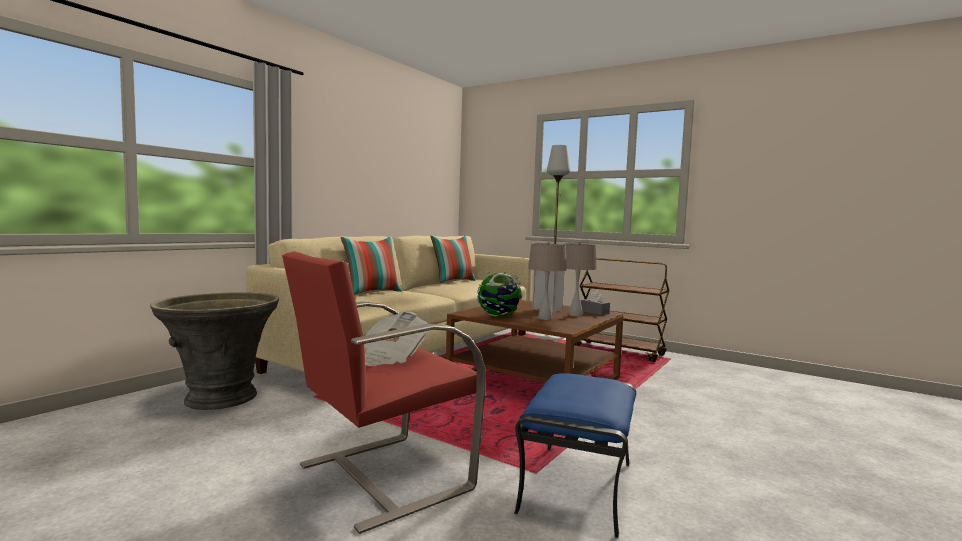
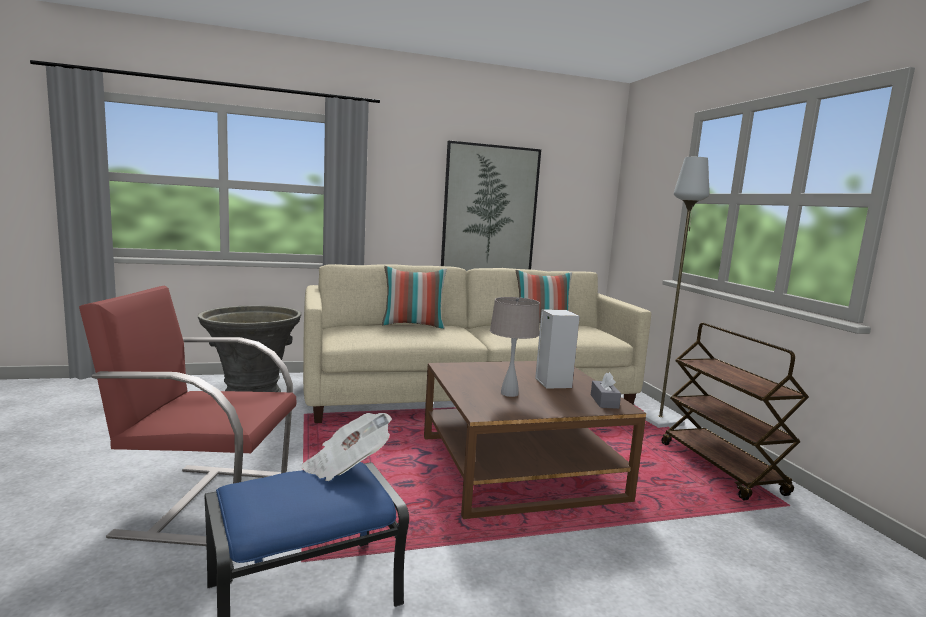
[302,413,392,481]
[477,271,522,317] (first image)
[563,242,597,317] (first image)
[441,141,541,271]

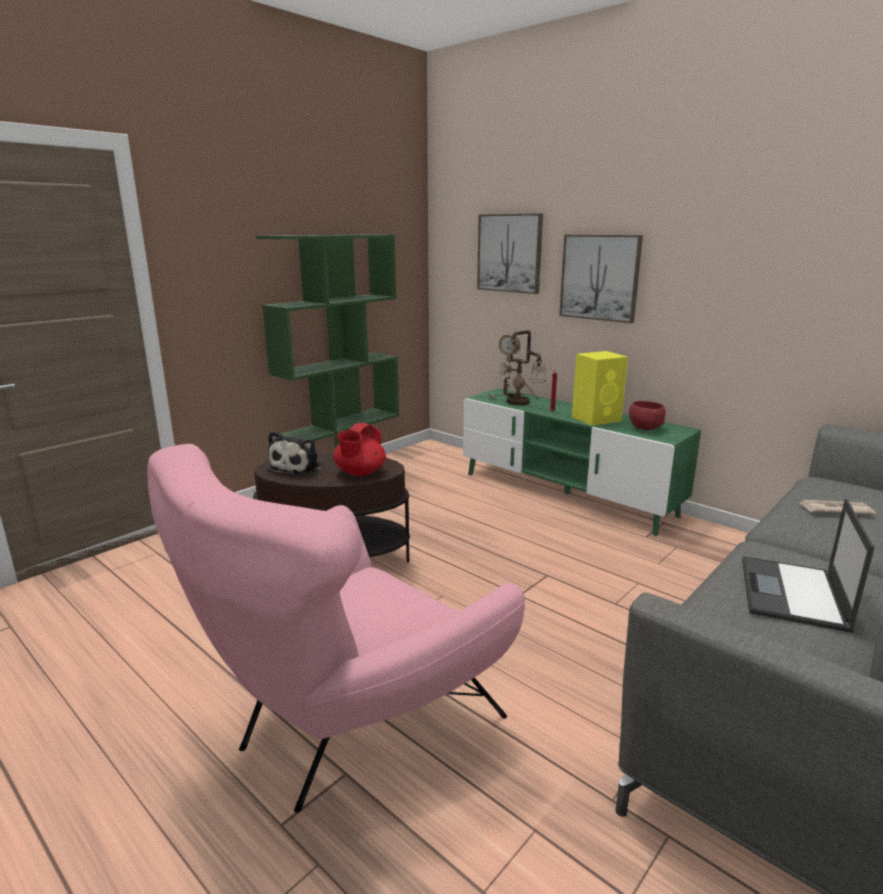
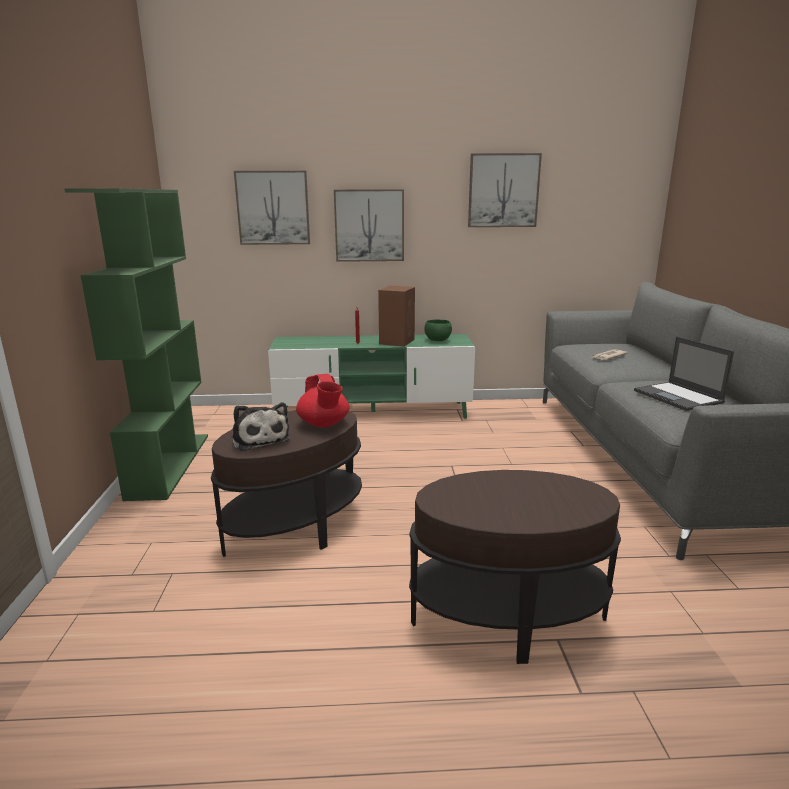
[409,470,621,664]
[488,330,546,406] (first image)
[378,286,415,347]
[424,320,452,341]
[468,153,542,227]

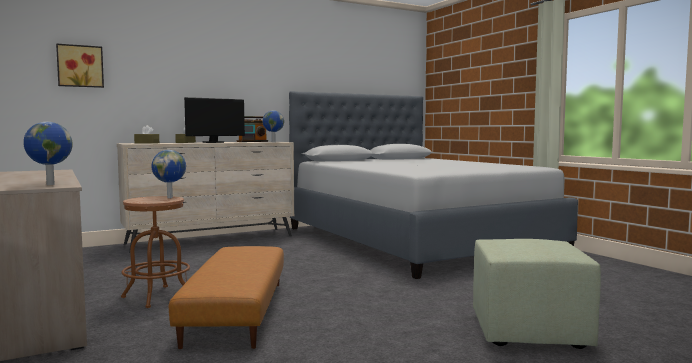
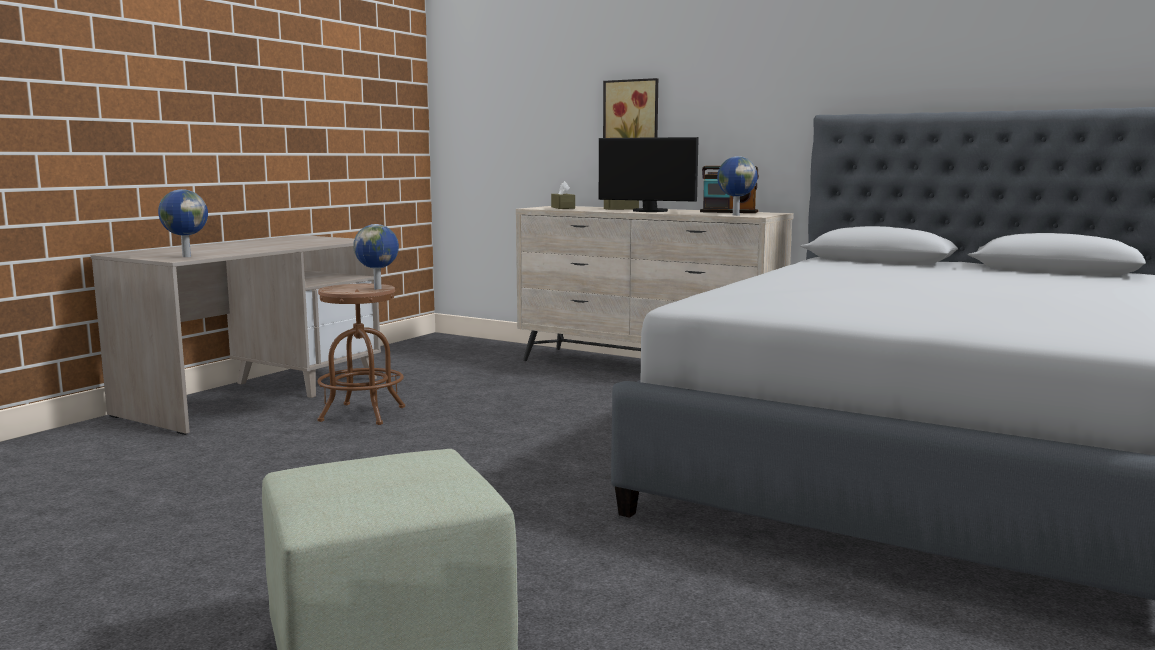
[603,78,658,138]
[169,246,284,349] (first image)

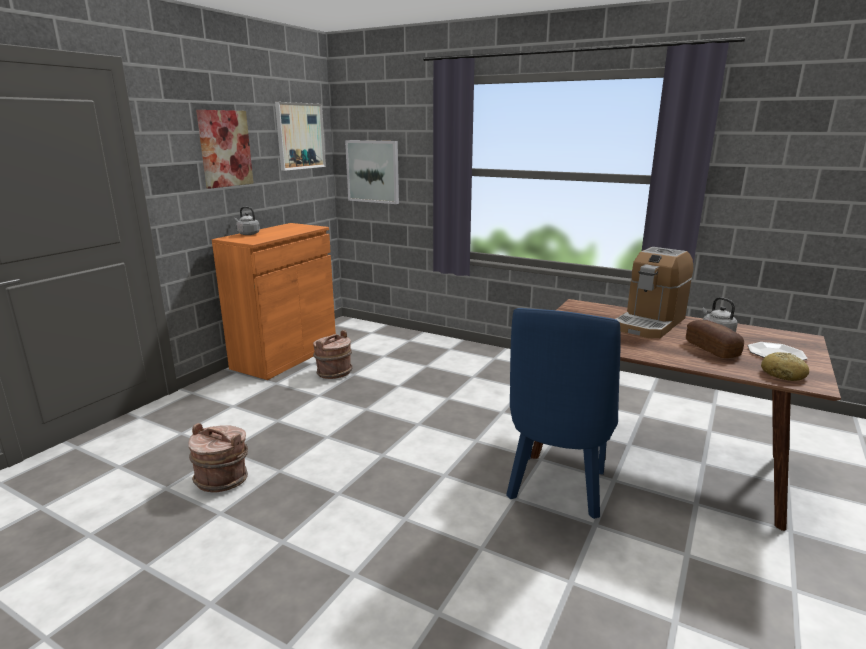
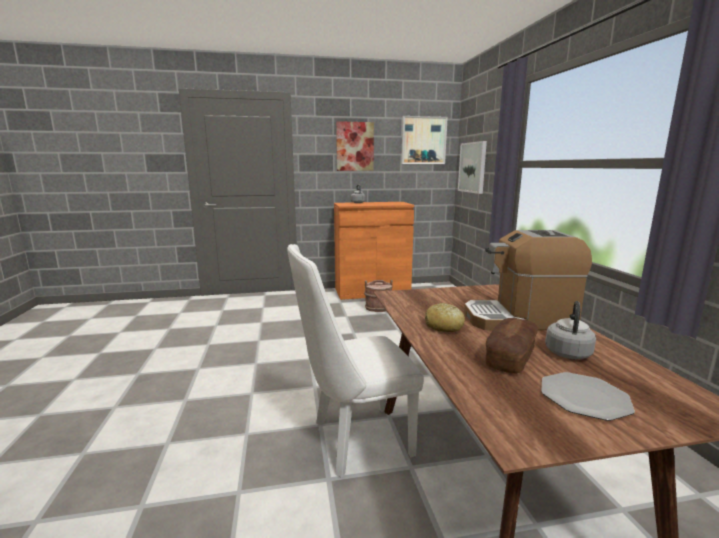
[188,423,248,493] (first image)
[287,244,424,478]
[425,303,465,332]

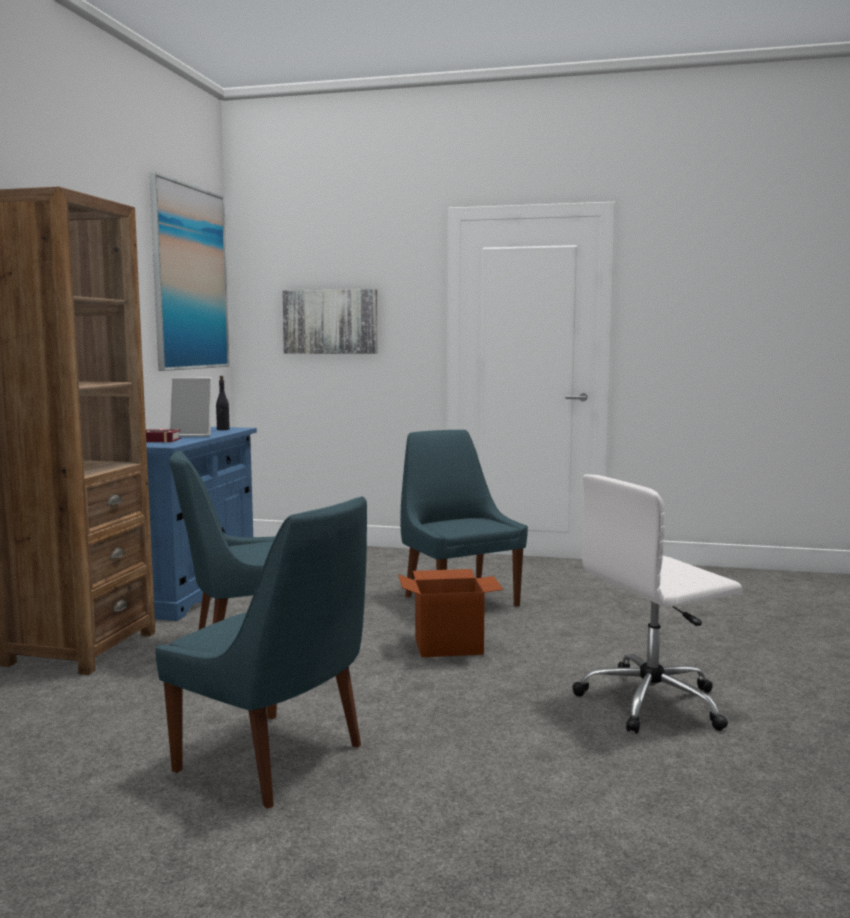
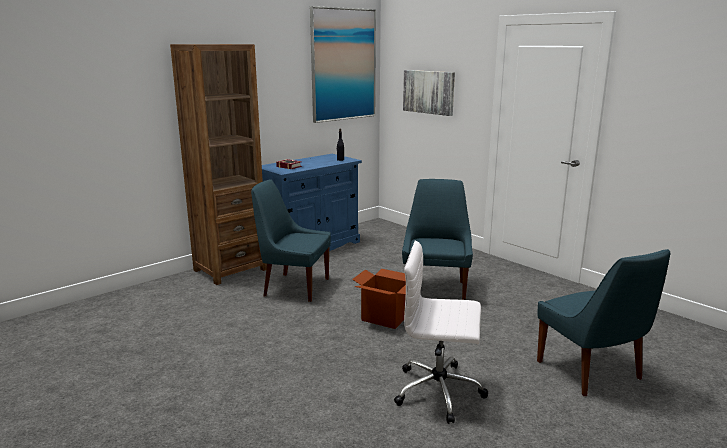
[537,249,670,396]
[168,378,212,437] (first image)

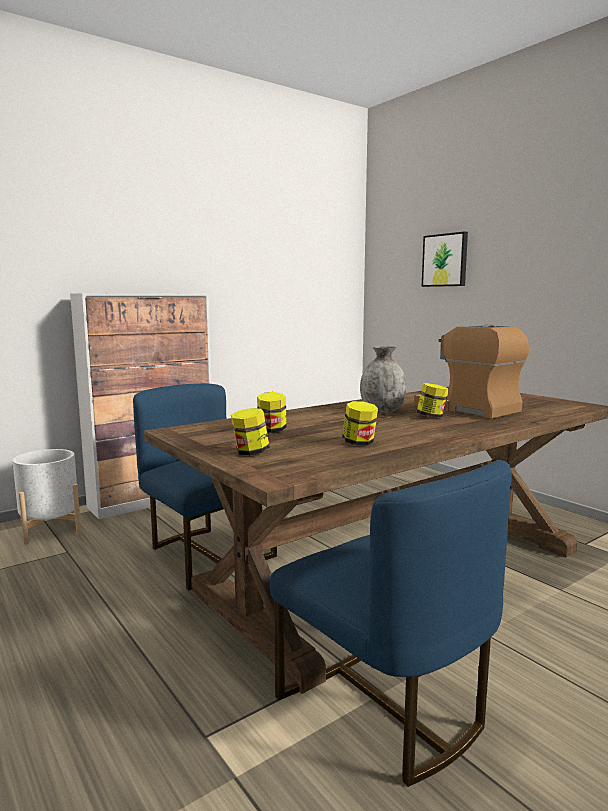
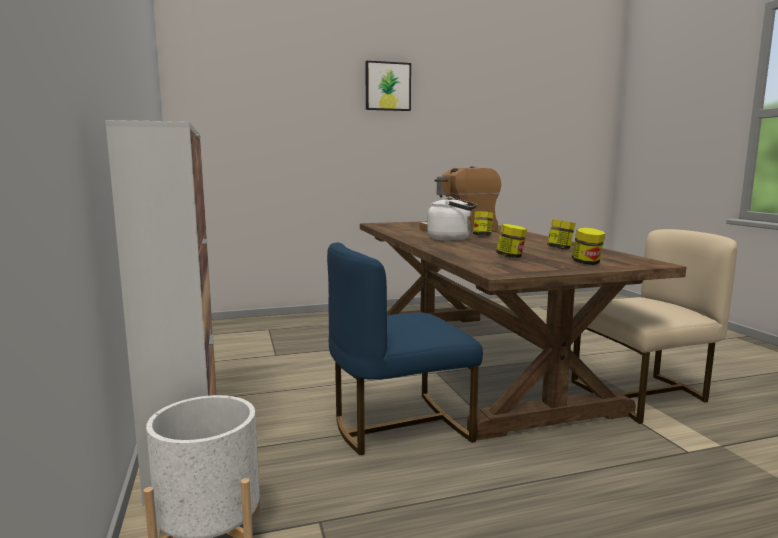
[571,229,737,424]
[427,196,477,241]
[365,61,411,111]

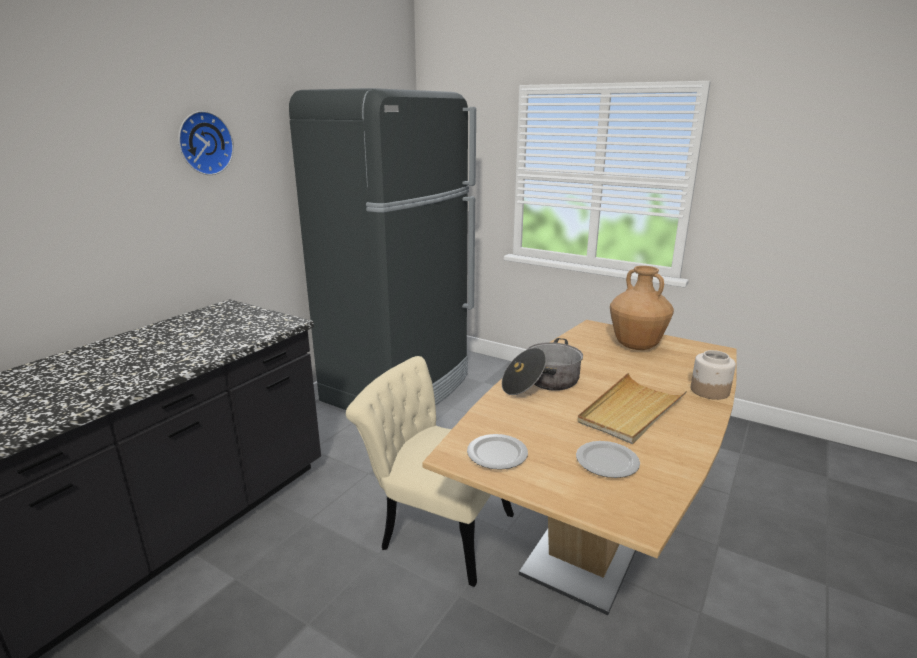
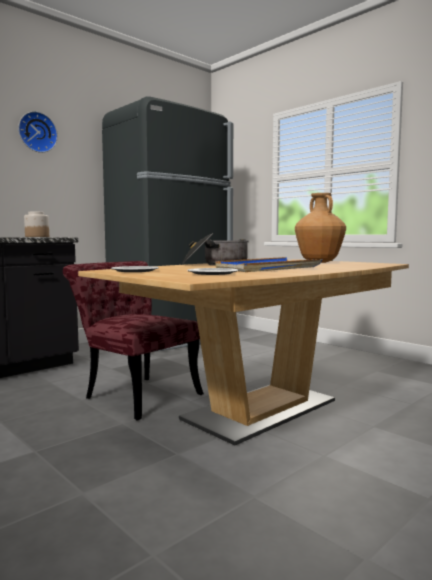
[63,261,204,421]
[215,257,322,272]
[24,211,49,237]

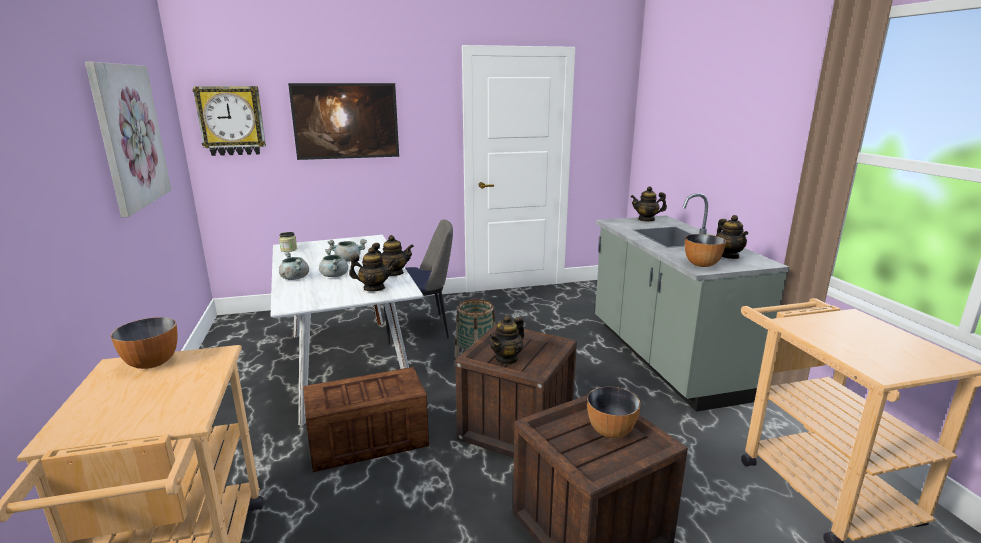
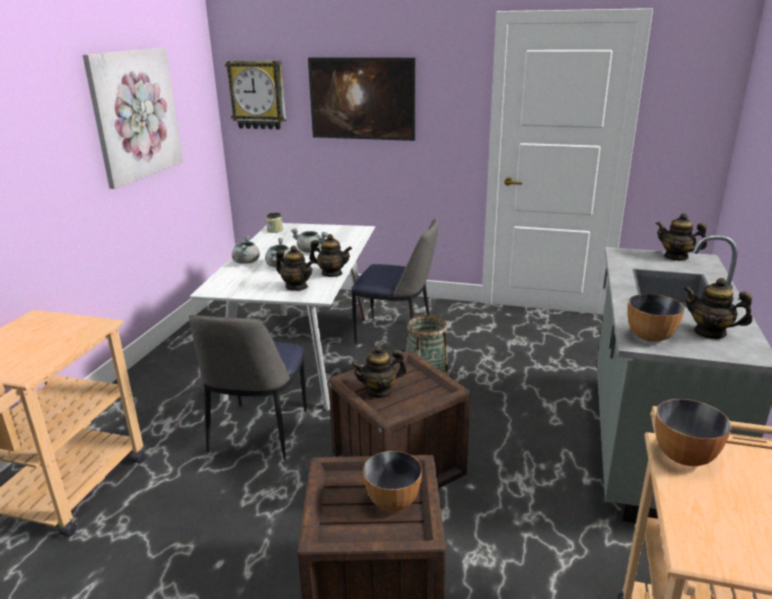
[655,399,731,466]
[189,315,307,460]
[684,278,753,339]

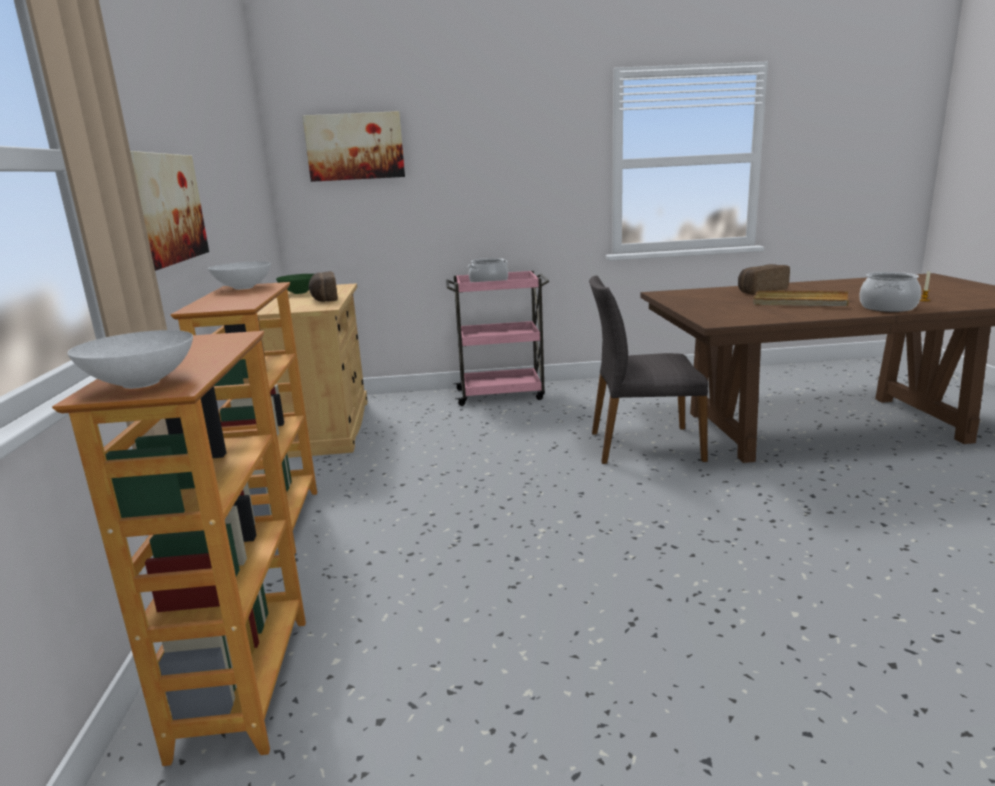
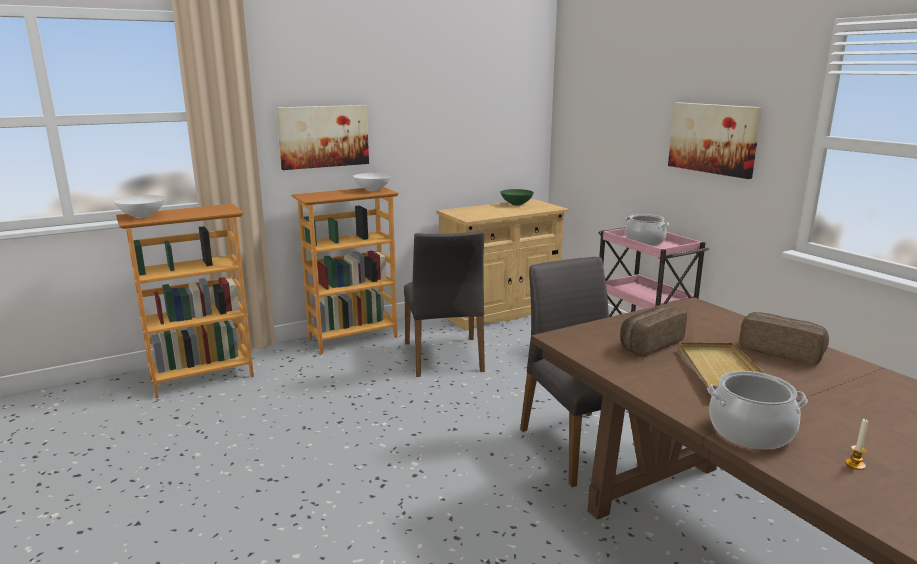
[668,102,762,179]
[620,306,687,357]
[404,230,485,377]

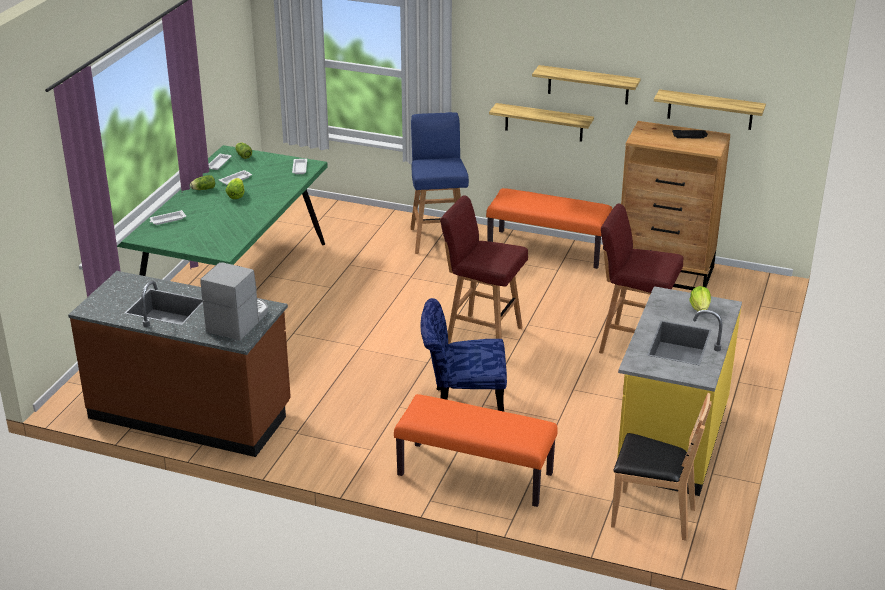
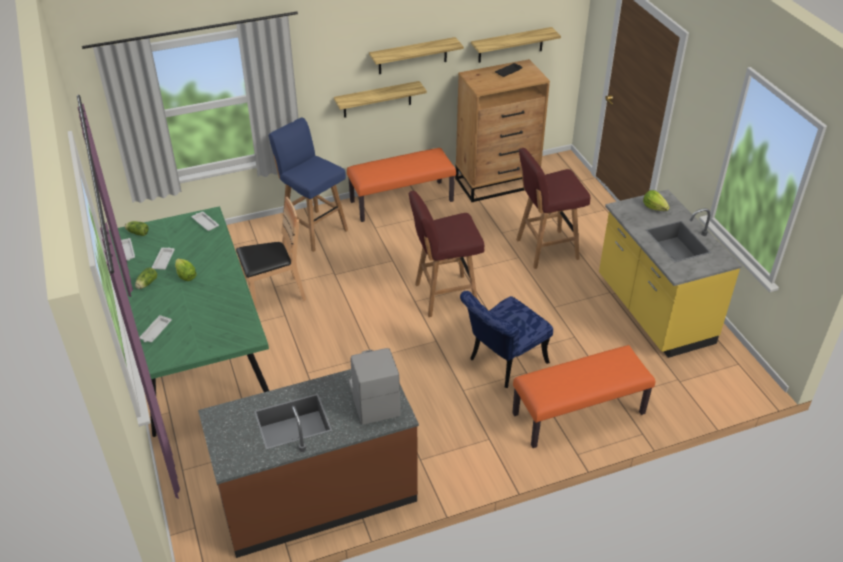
[236,197,306,311]

